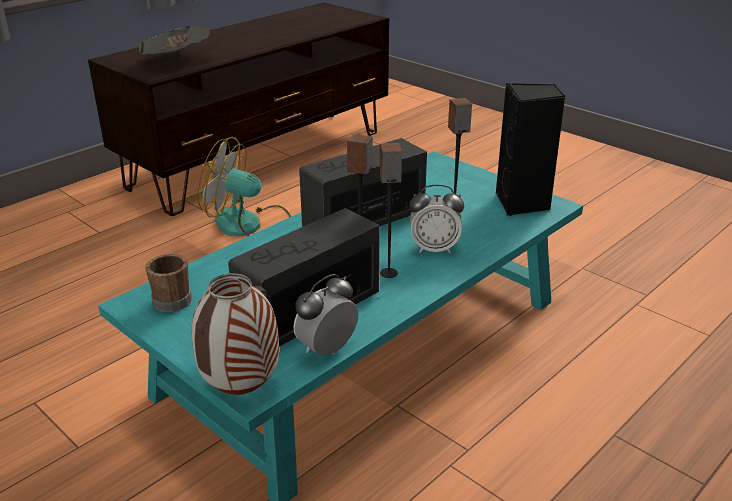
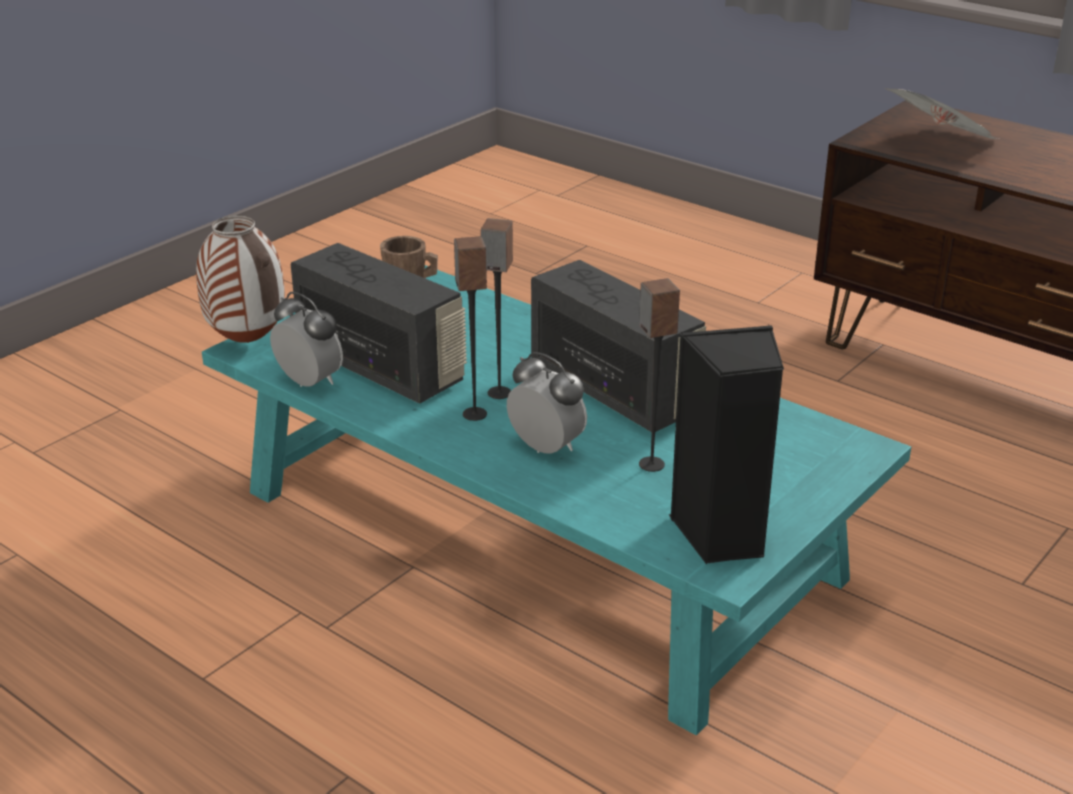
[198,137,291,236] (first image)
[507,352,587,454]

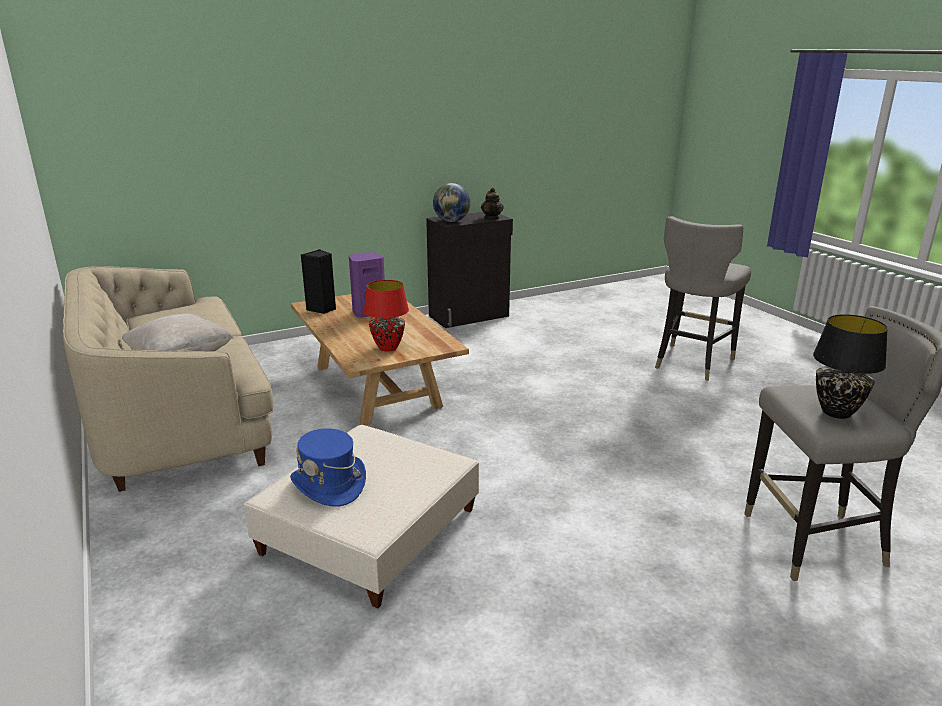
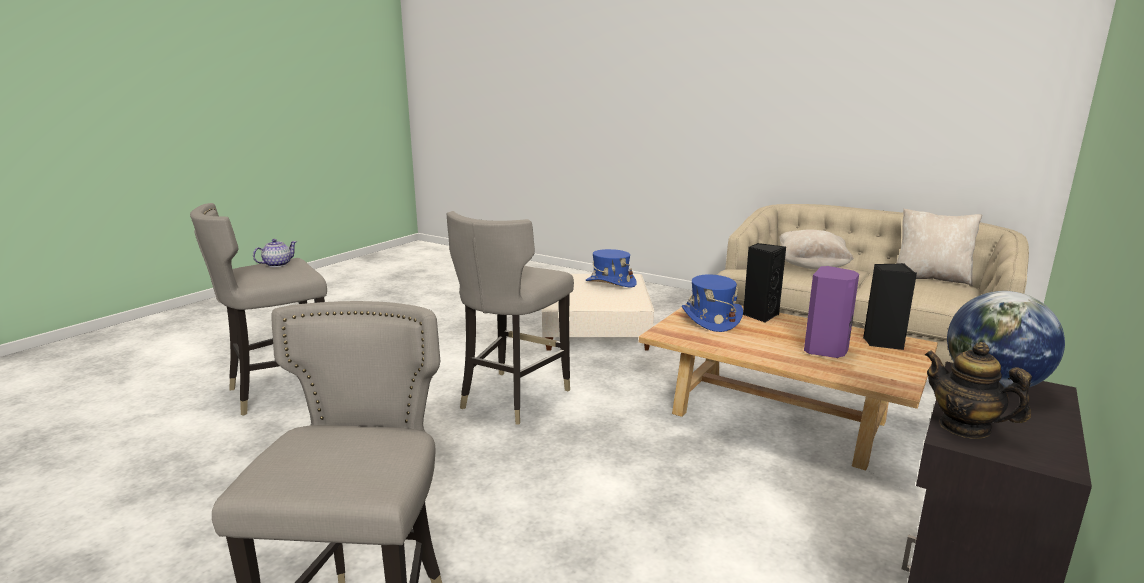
[682,274,743,332]
[253,239,297,267]
[447,211,574,425]
[743,243,786,323]
[897,208,982,286]

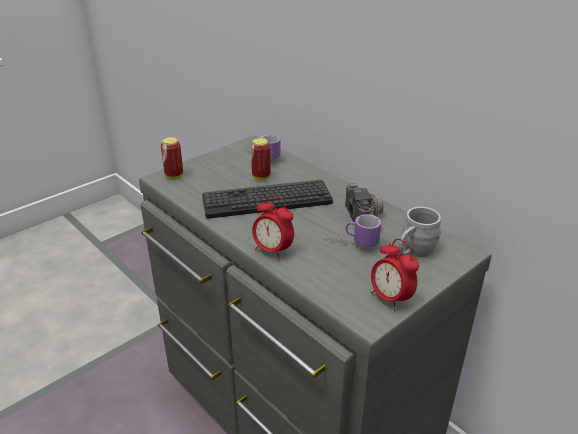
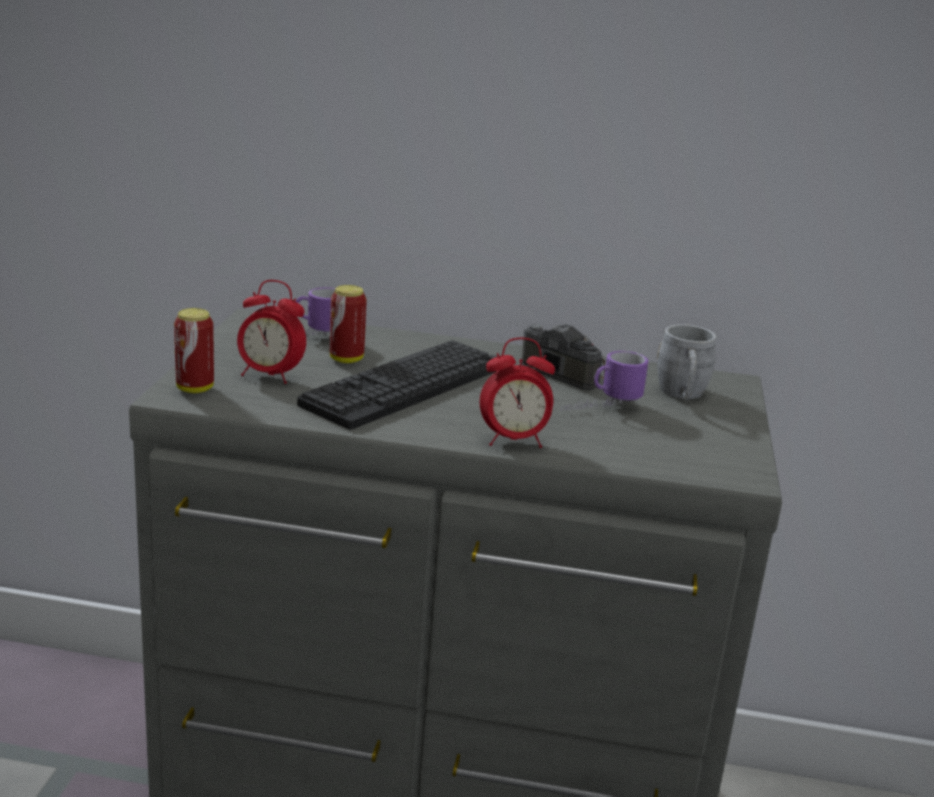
[237,280,306,384]

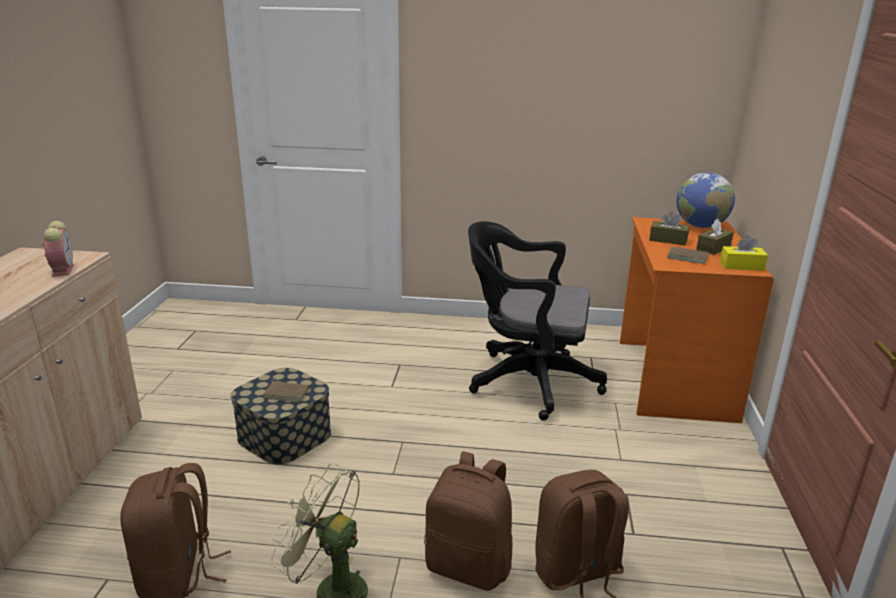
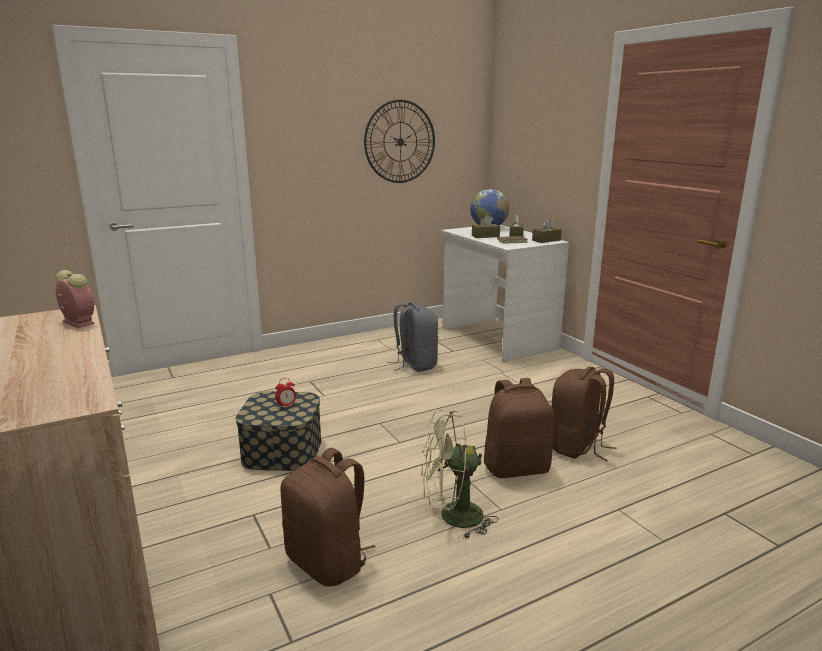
[275,378,296,409]
[387,302,438,372]
[441,225,569,362]
[532,218,562,243]
[364,100,435,183]

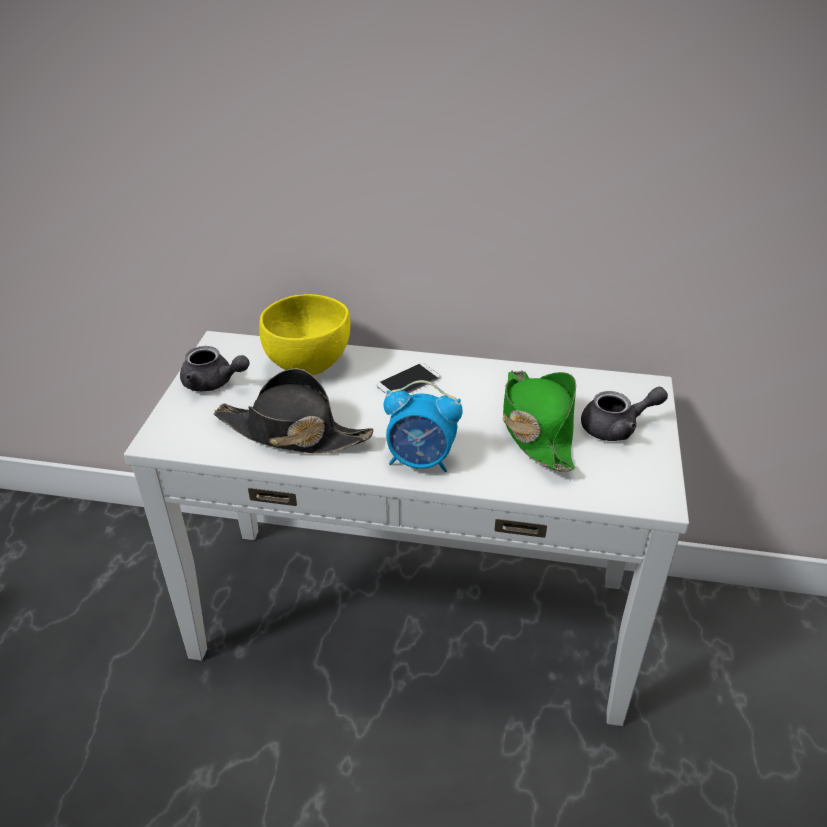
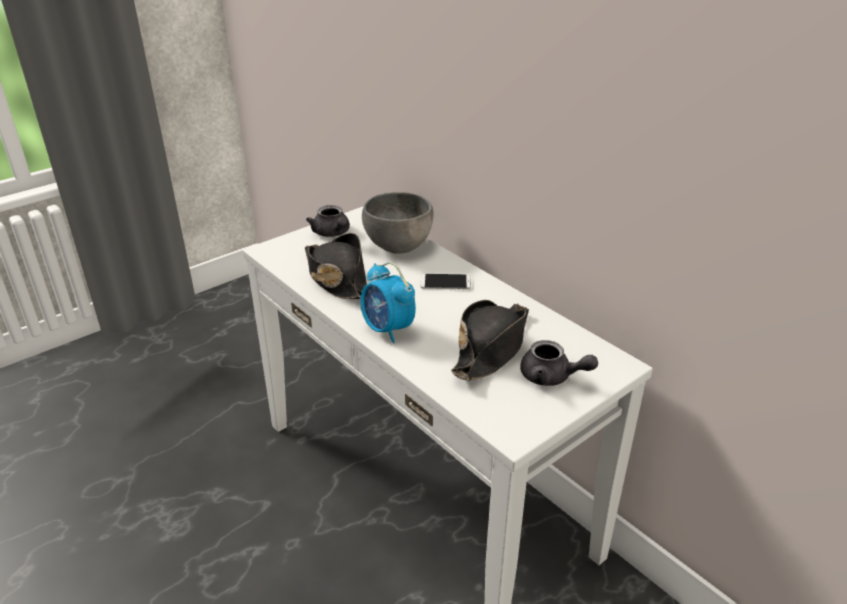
[362,192,433,254]
[451,300,529,381]

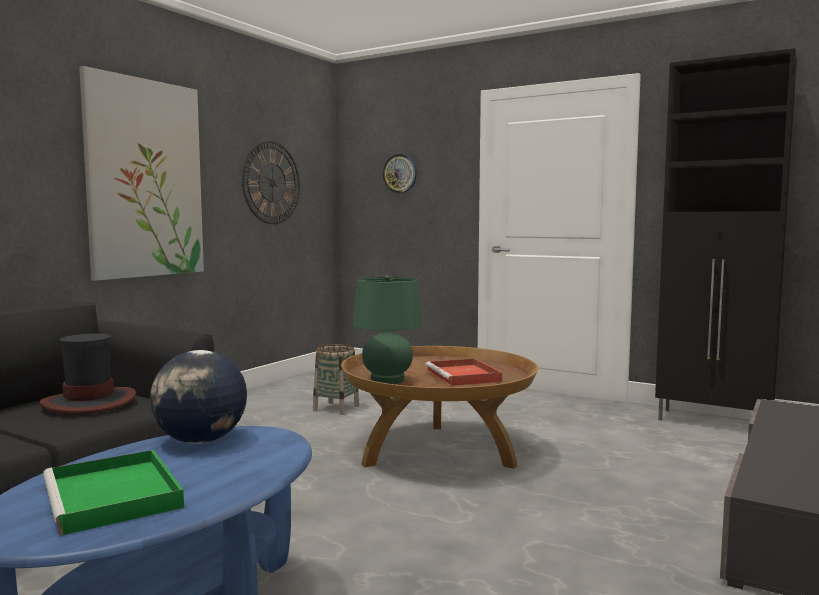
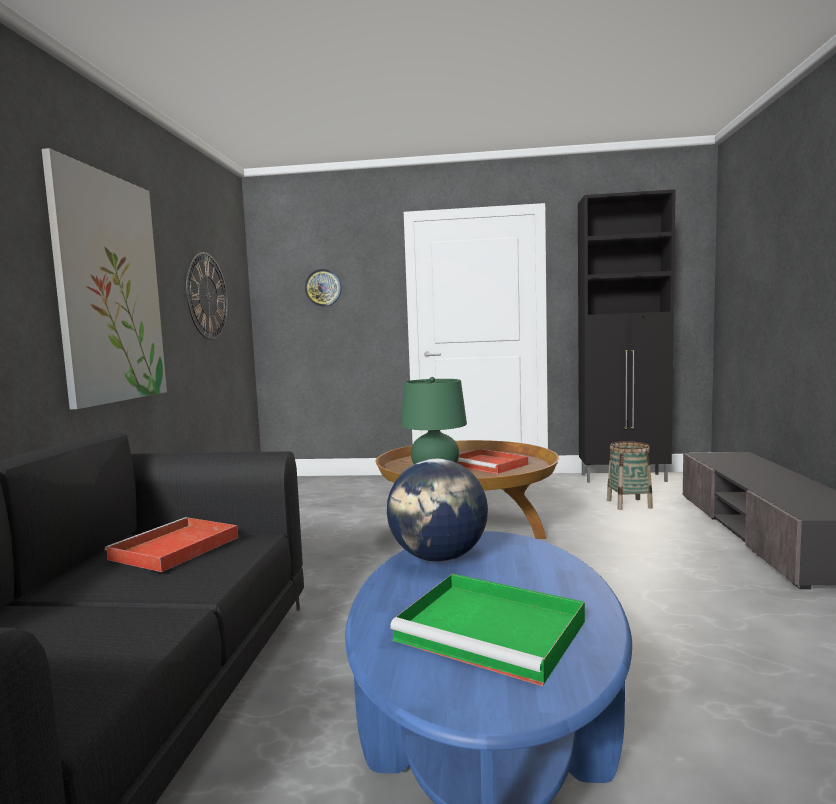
[105,517,238,572]
[607,441,653,510]

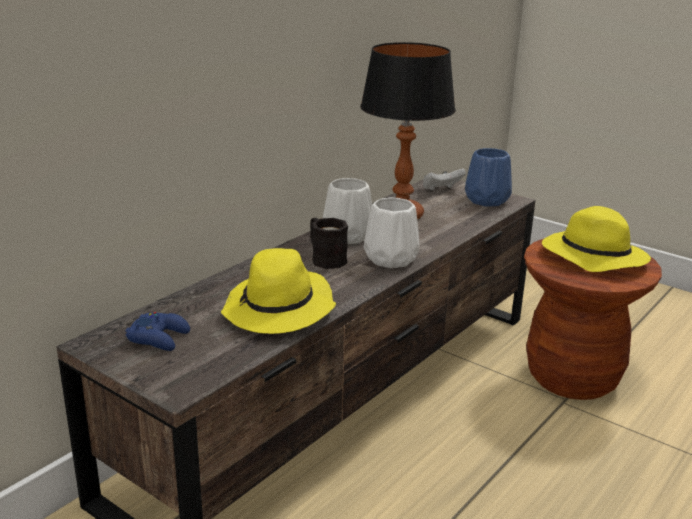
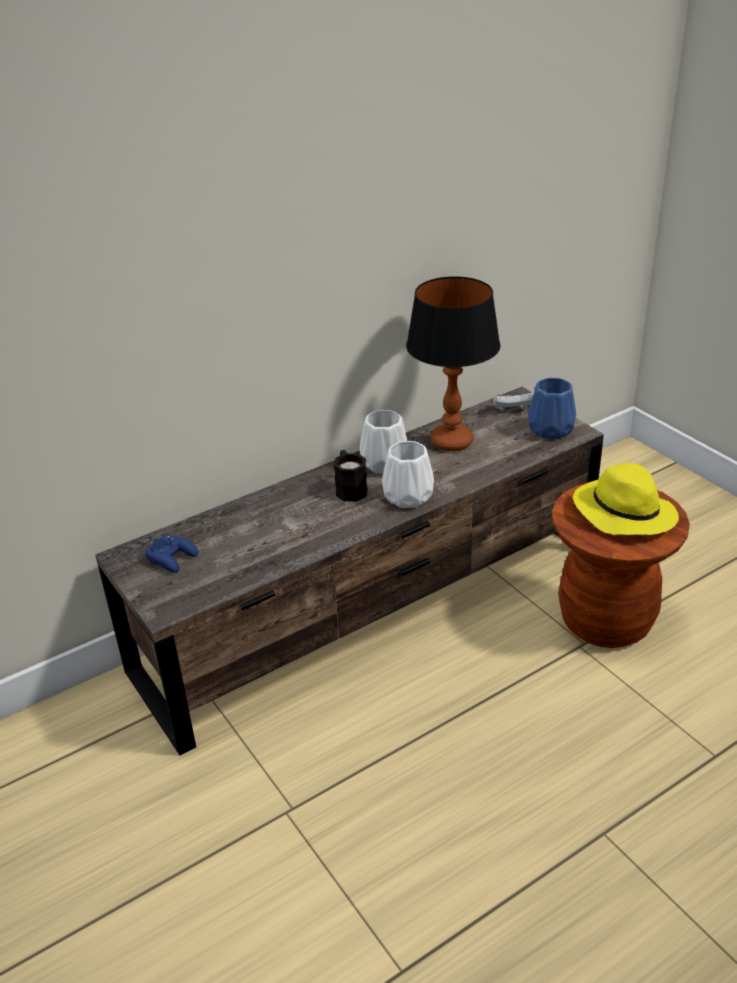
[221,248,336,334] (first image)

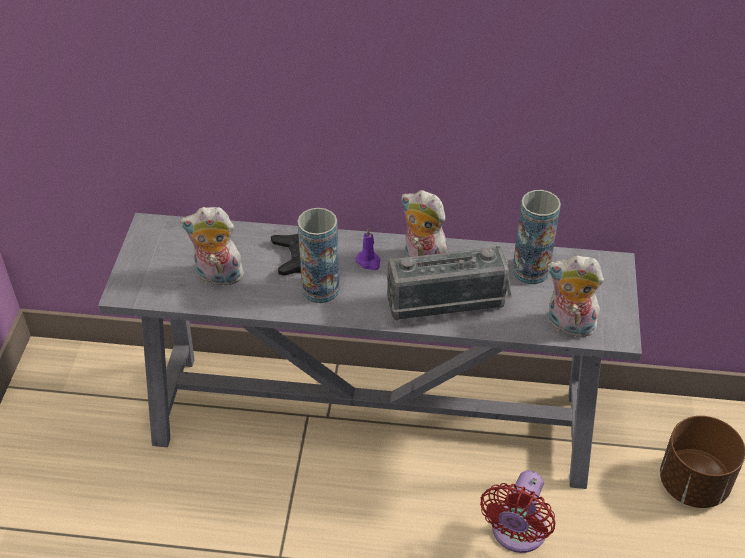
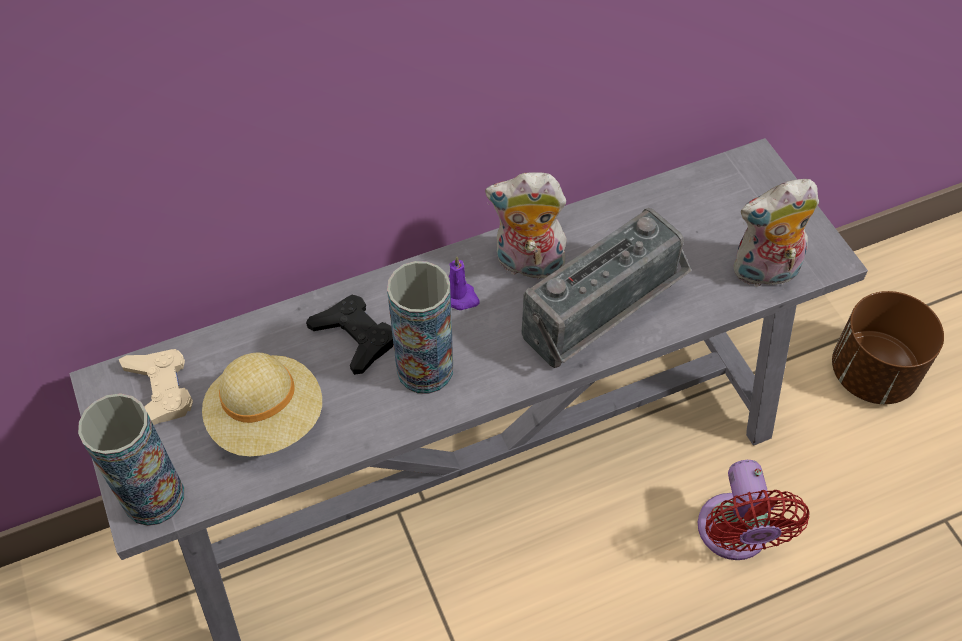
[202,352,322,456]
[78,393,184,526]
[118,349,193,425]

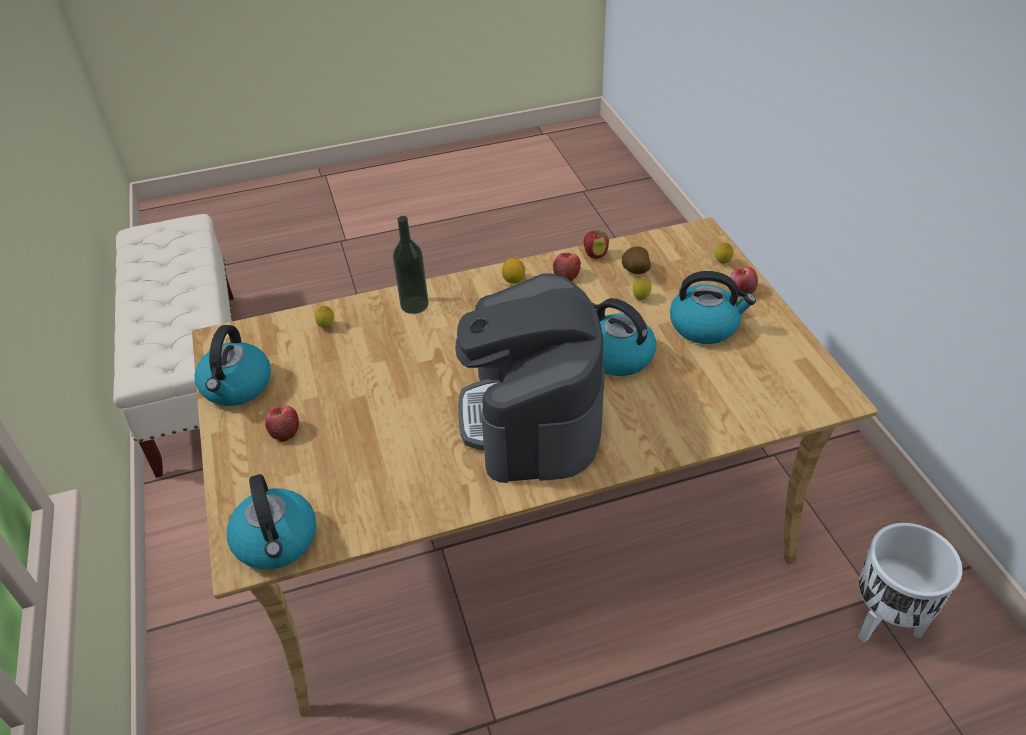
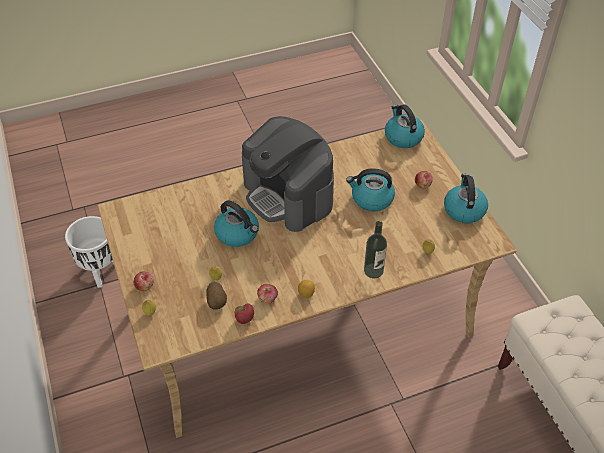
[242,116,334,232]
[346,168,395,211]

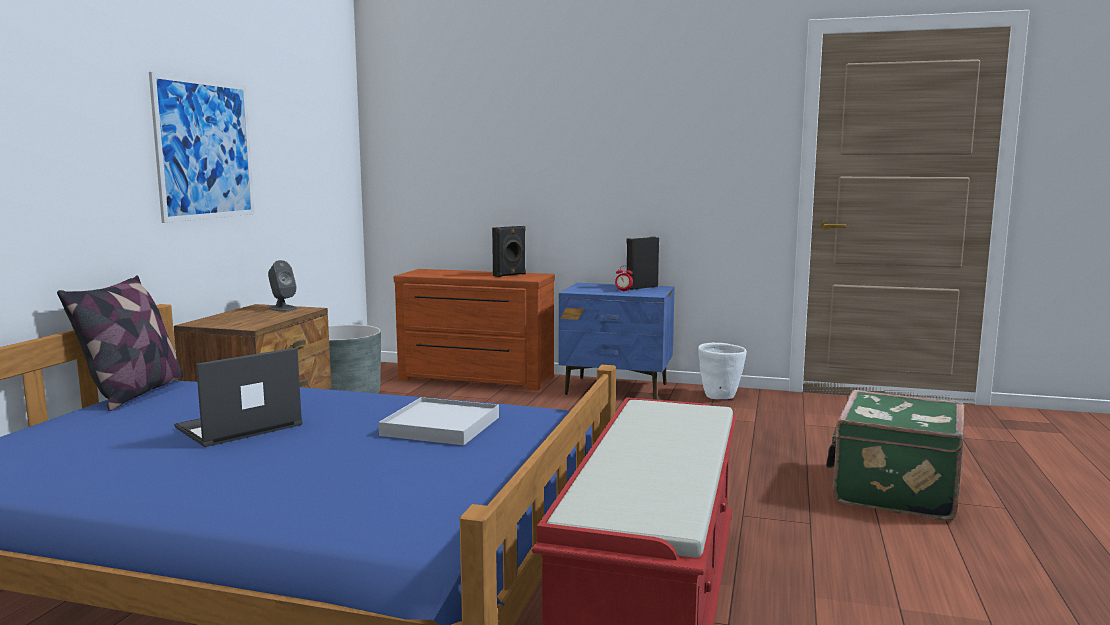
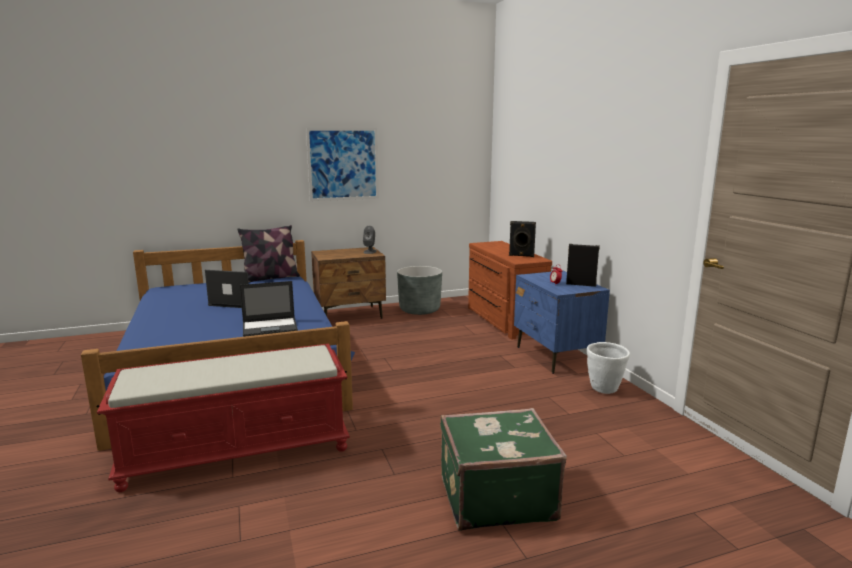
[240,281,298,337]

